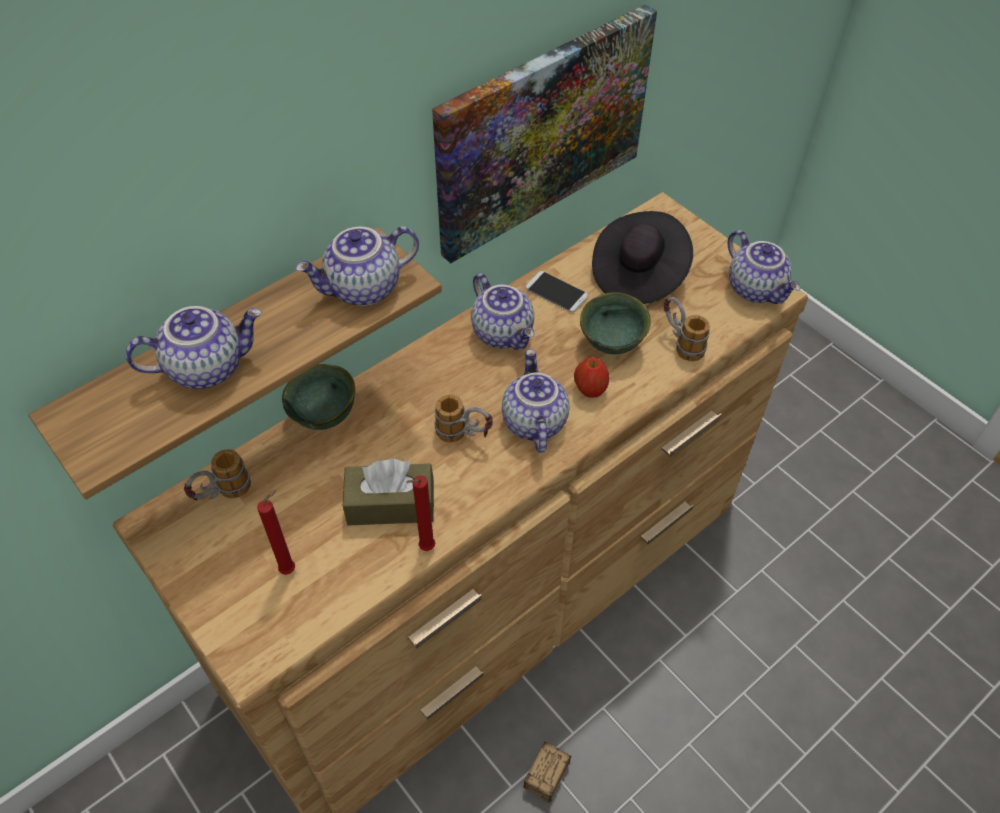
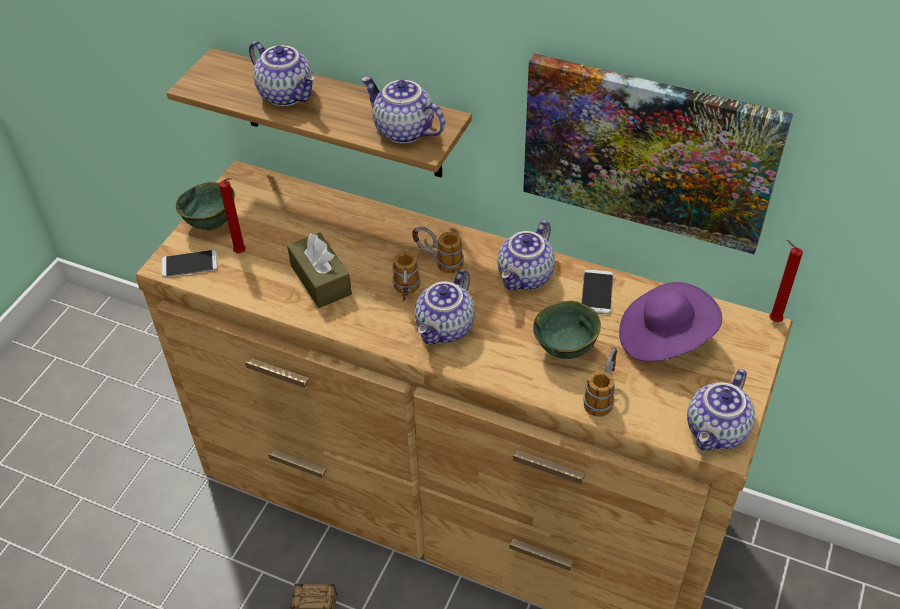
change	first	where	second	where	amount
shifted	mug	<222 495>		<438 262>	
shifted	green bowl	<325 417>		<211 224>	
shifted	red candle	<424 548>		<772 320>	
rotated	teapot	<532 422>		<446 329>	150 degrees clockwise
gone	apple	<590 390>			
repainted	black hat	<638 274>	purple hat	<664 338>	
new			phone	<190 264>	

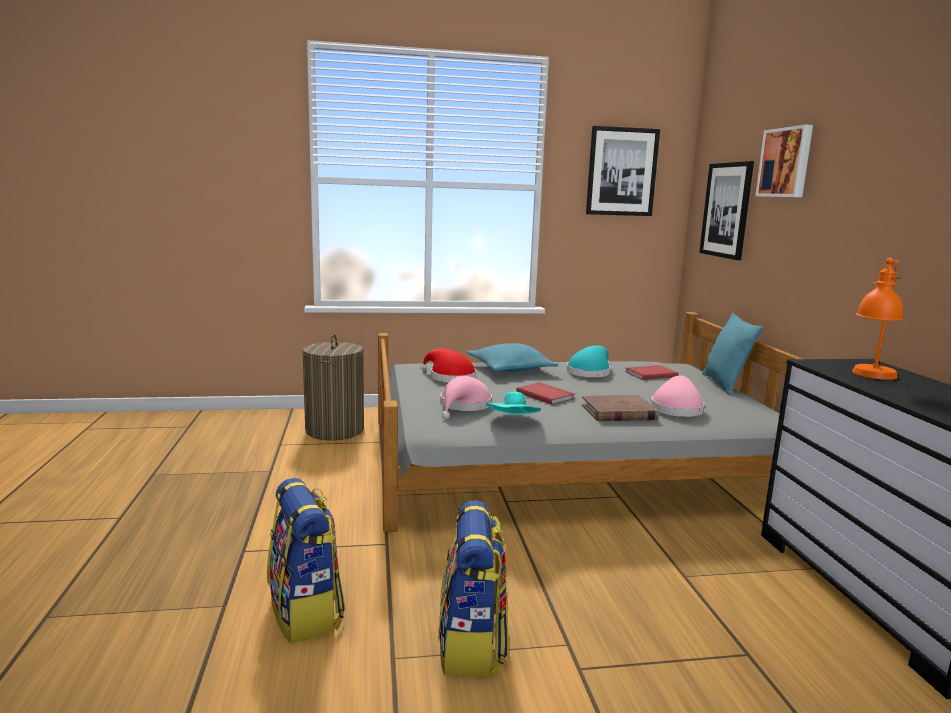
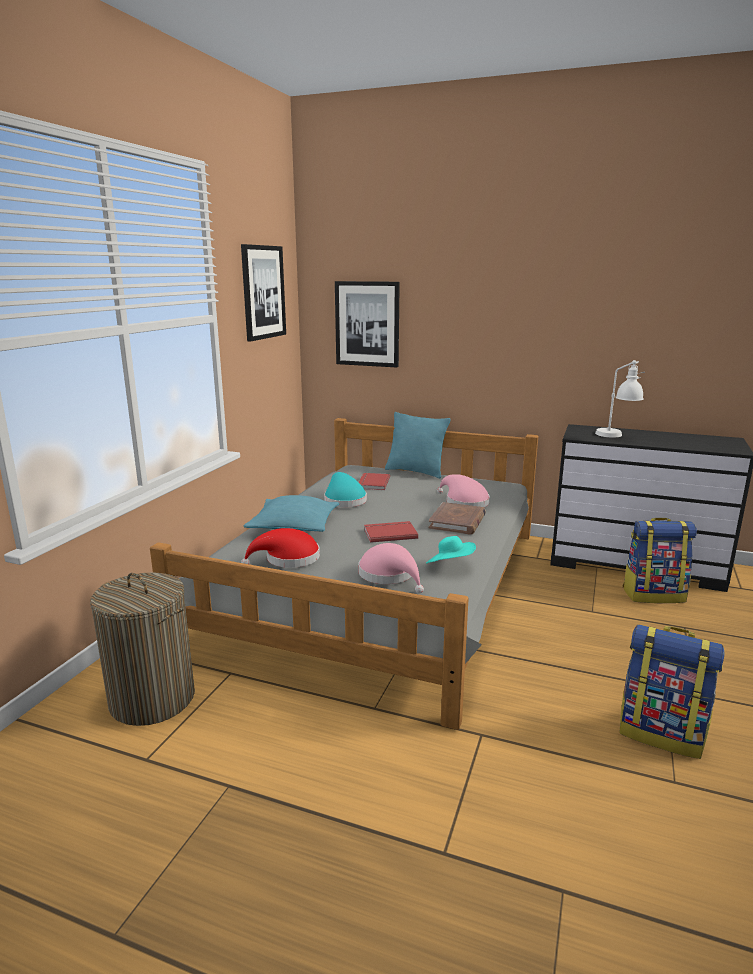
change	first	where	second	where	amount
shifted	backpack	<307 612>		<653 594>	
gone	picture	<786 162>			
repainted	orange table lamp	<871 377>	white table lamp	<616 436>	

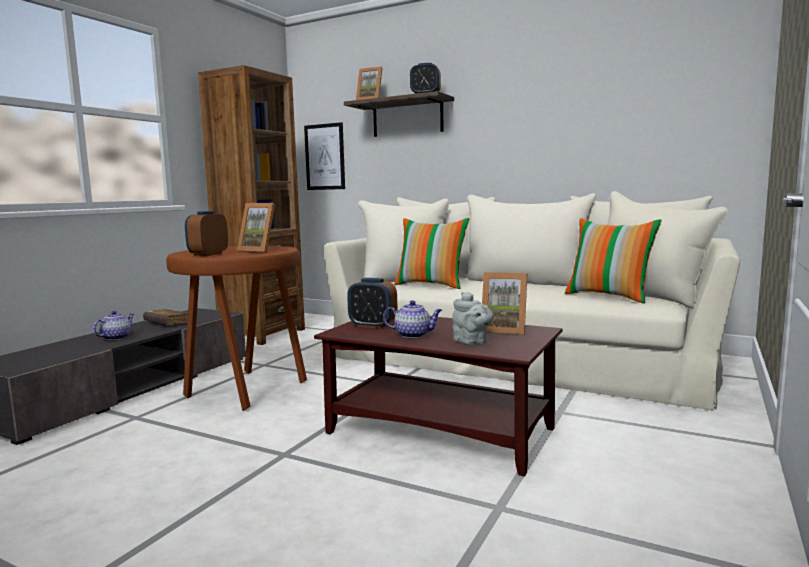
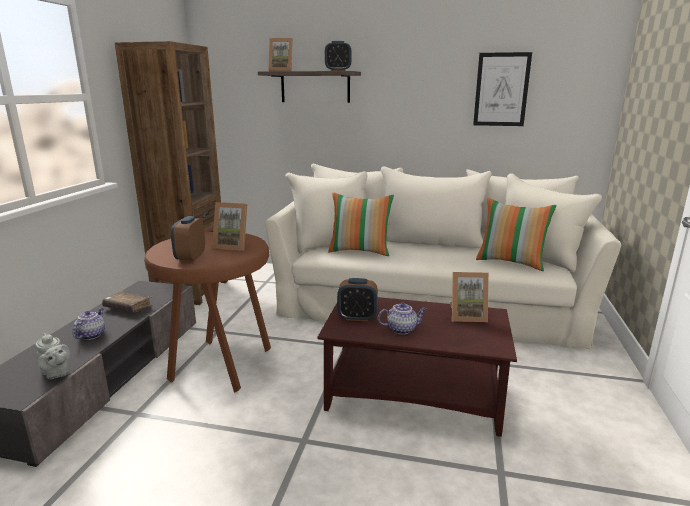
change	first	where	second	where	amount
shifted	picture	<324 157>		<501 89>	
shifted	grey teapot	<471 342>		<56 373>	

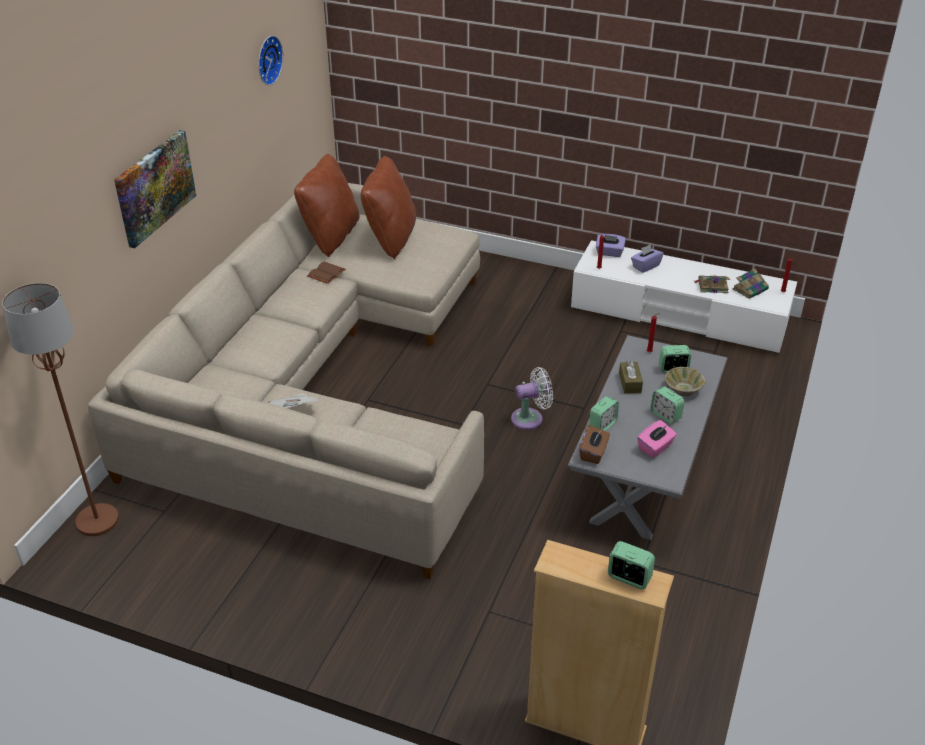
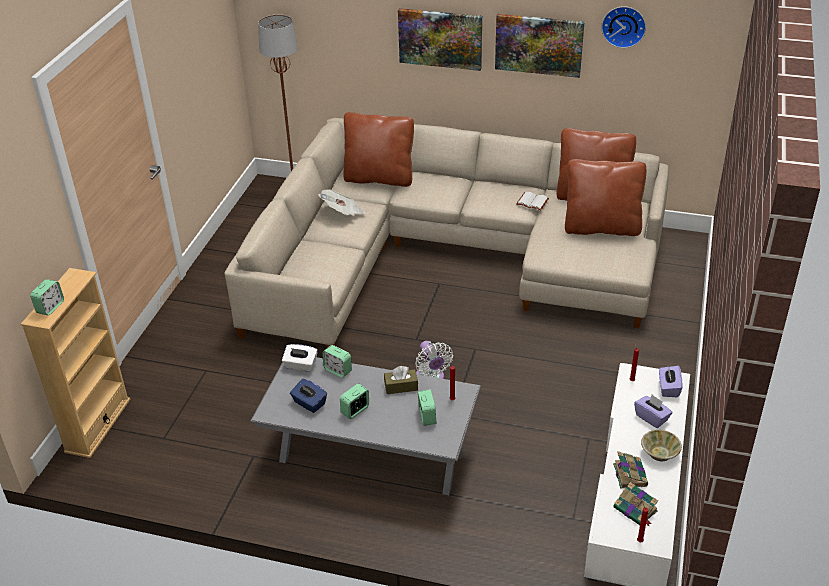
change	first	where	second	where	amount
repainted	brown book	<327 274>	white book	<531 202>	
repainted	brown tissue box	<593 453>	white tissue box	<300 365>	
repainted	pink tissue box	<655 447>	blue tissue box	<309 403>	
shifted	beige bowl	<683 389>		<659 453>	
new			brown pillow	<379 178>	
new			picture	<539 44>	

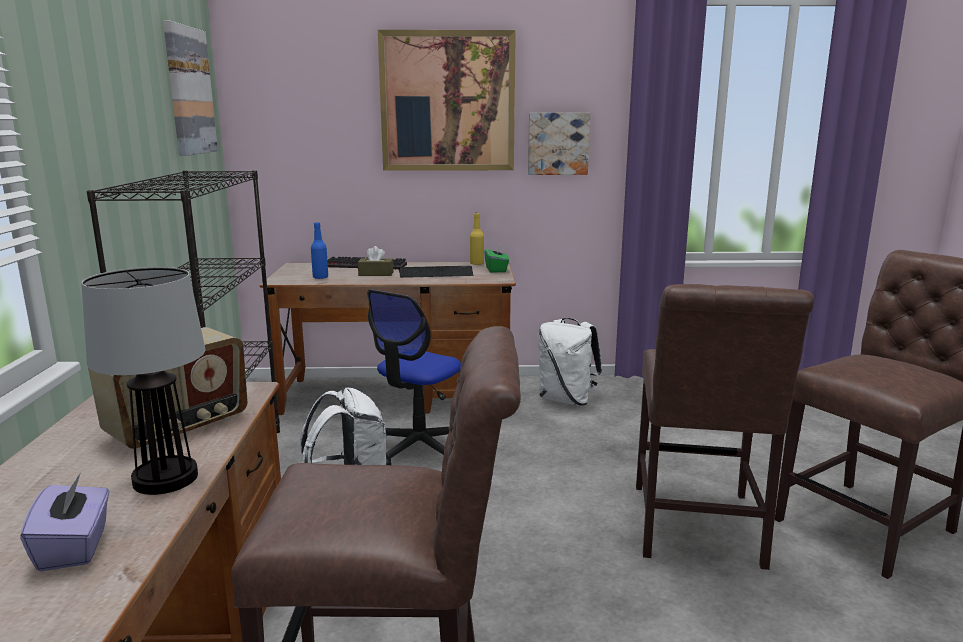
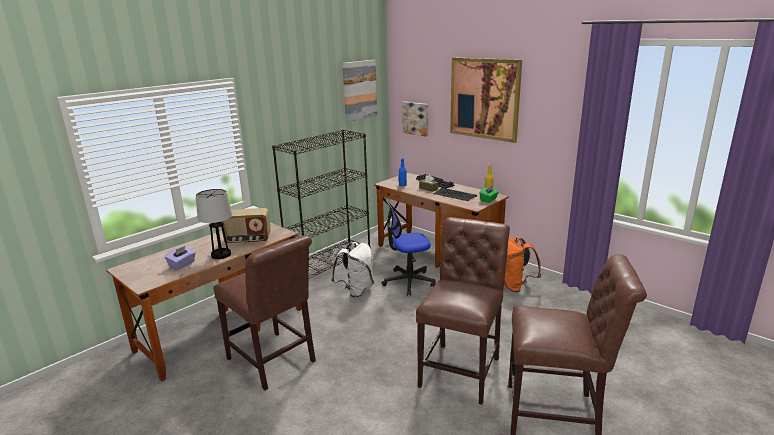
change	first	where	second	where	amount
shifted	picture	<558 143>		<416 118>	
repainted	white backpack	<567 400>	orange backpack	<514 286>	
rotated	brown chair	<696 529>		<462 369>	150 degrees clockwise

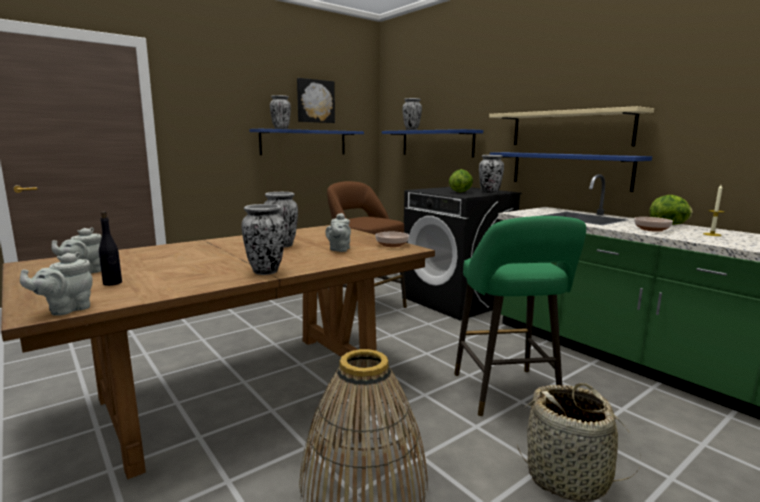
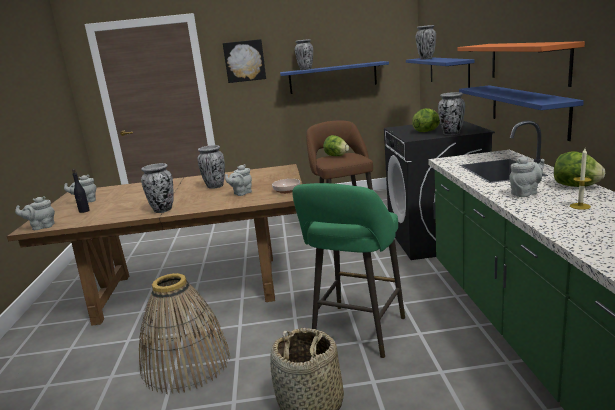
change	first	where	second	where	amount
shifted	picture	<315 101>		<244 61>	
repainted	beige shelf	<570 128>	orange shelf	<527 62>	
swapped	bowl	<651 229>	grey teapot	<525 193>	
new			lettuce	<336 156>	

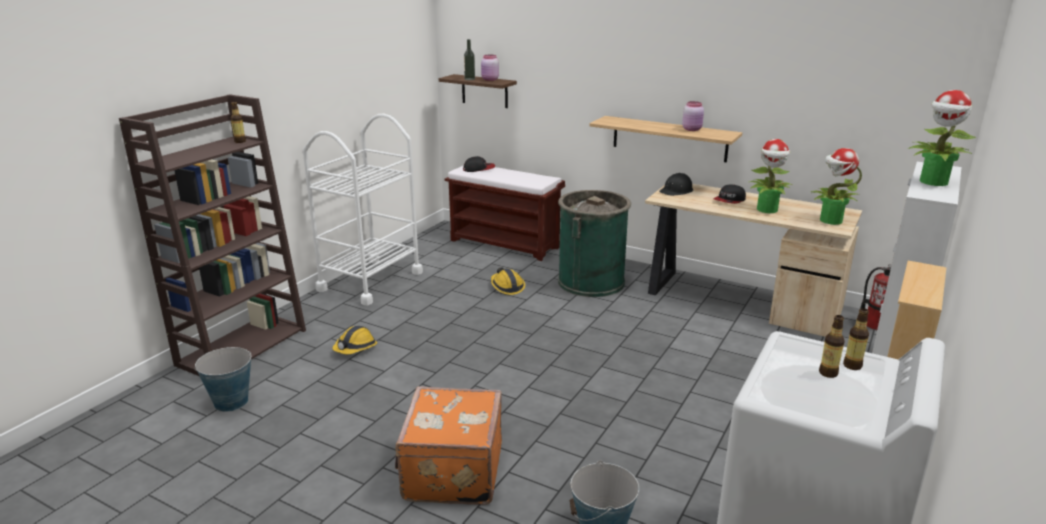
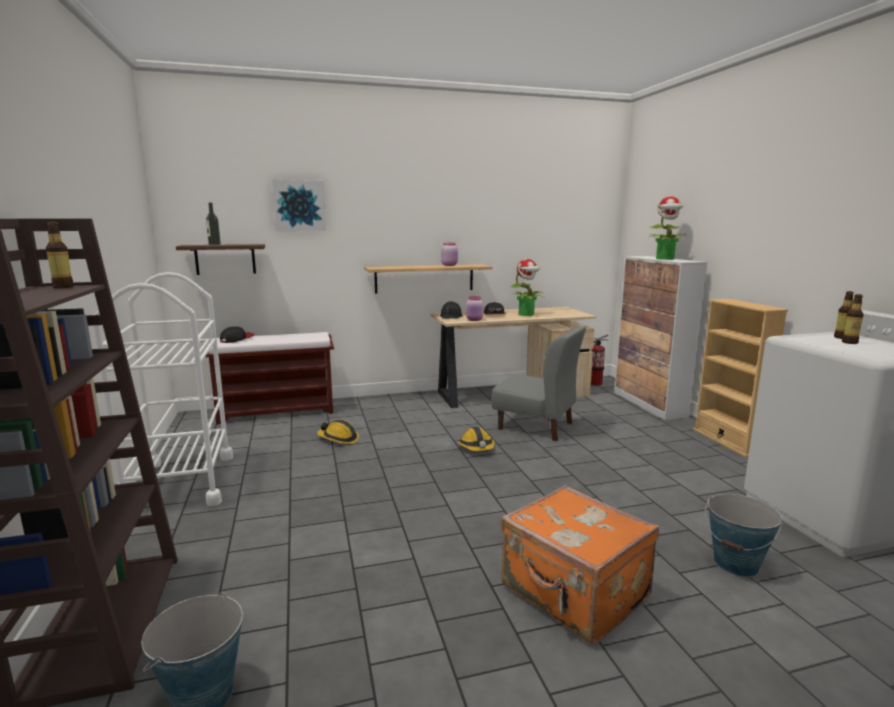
change	first	where	second	where	amount
shifted	hard hat	<355 348>		<476 448>	
shifted	pink jar	<490 80>		<474 320>	
gone	green trash can	<591 282>			
gone	potted plant	<830 220>			
new			picture	<299 206>	
new			grey chair	<536 426>	

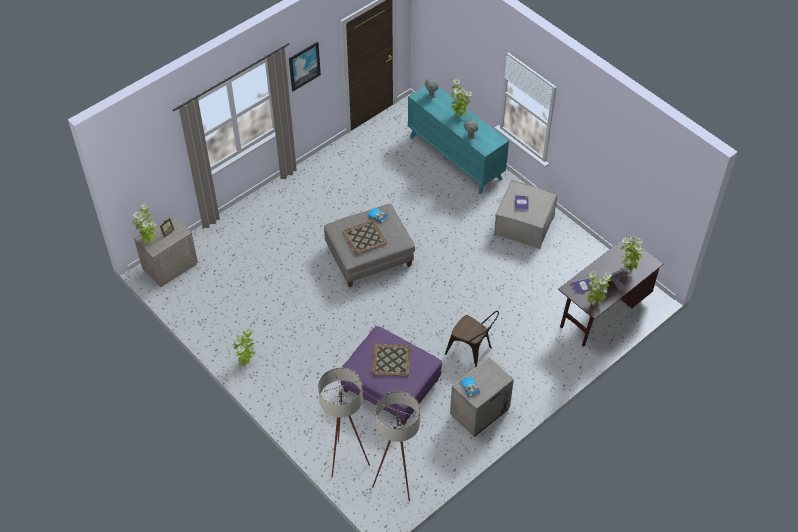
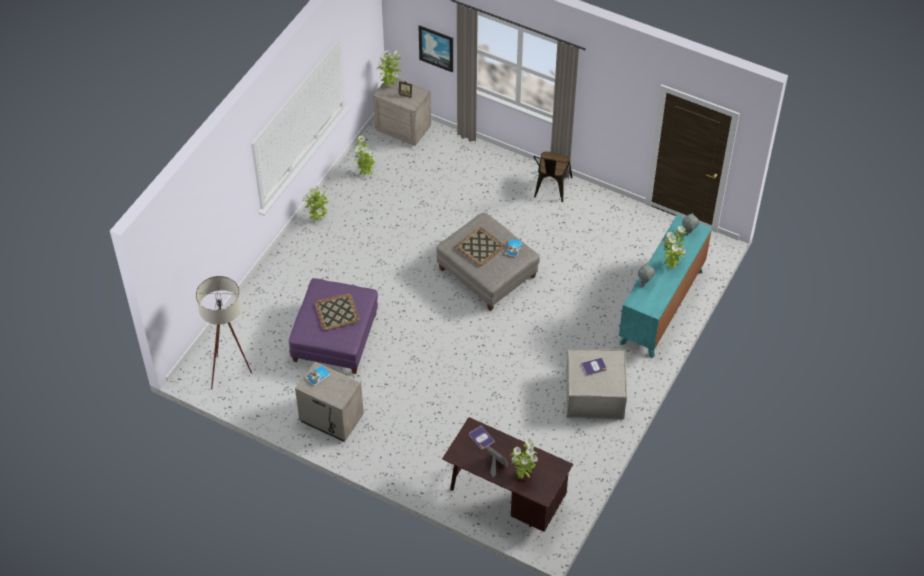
change	first	where	second	where	amount
shifted	picture	<304 66>		<436 48>	
gone	beige floor lamp	<345 456>			
shifted	brown chair	<472 351>		<551 189>	
shifted	potted plant	<594 303>		<365 174>	

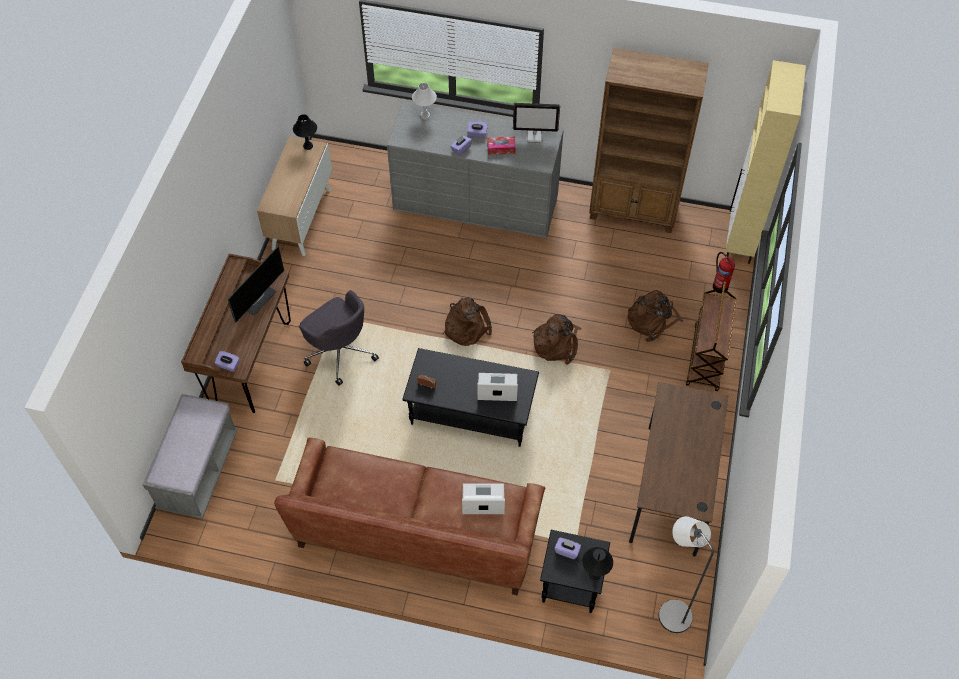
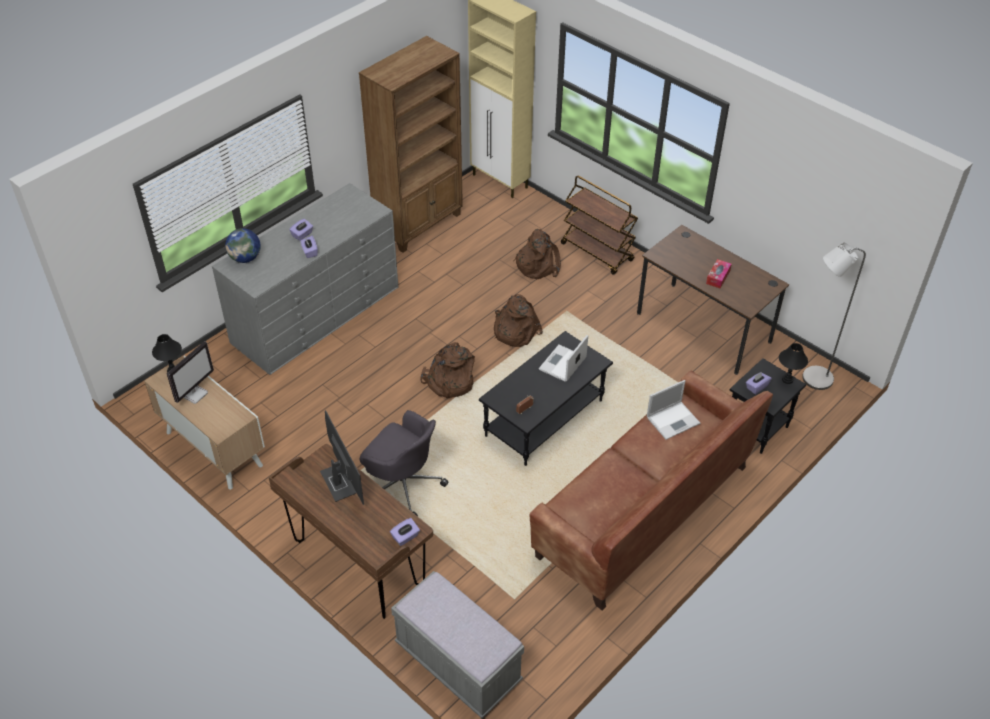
change	first	where	second	where	amount
rotated	grey office chair	<340 351>		<403 485>	45 degrees clockwise
swapped	white table lamp	<425 115>	globe	<245 258>	
rotated	laptop	<482 499>		<673 420>	150 degrees counterclockwise
shifted	tissue box	<501 148>		<718 277>	
shifted	monitor	<534 136>		<195 394>	
gone	fire extinguisher	<720 285>			

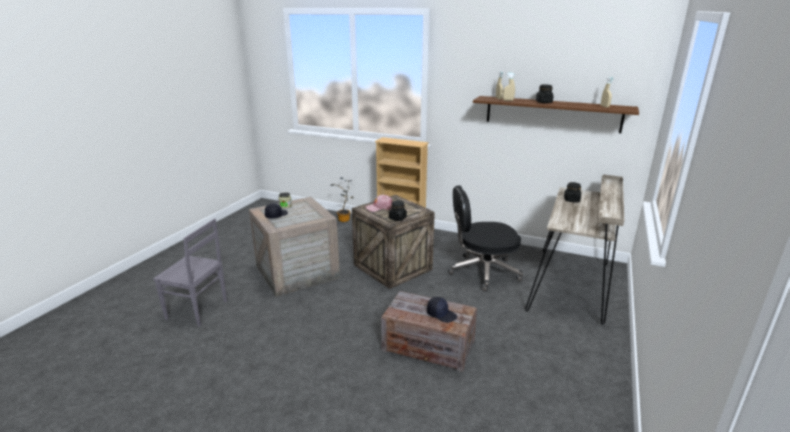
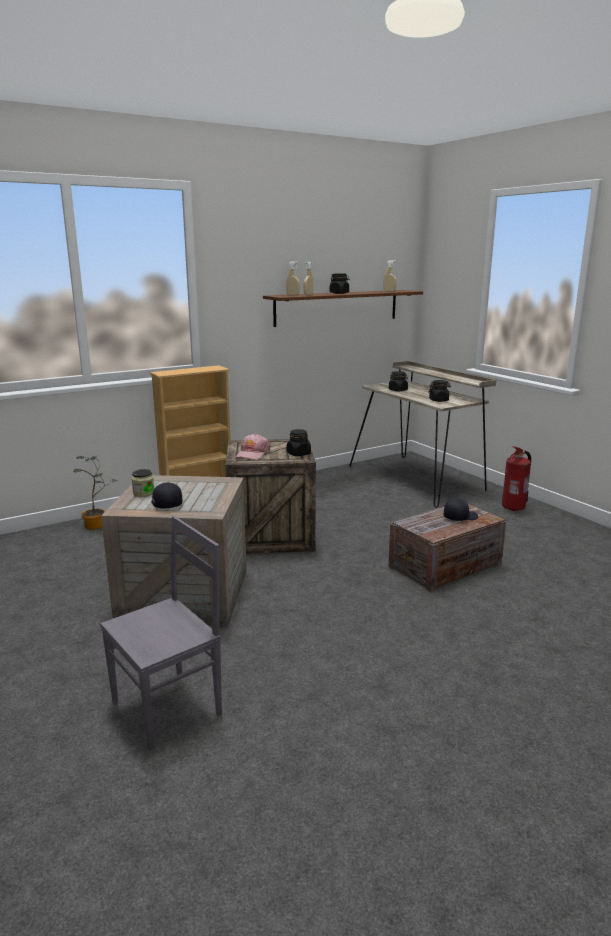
change	first	where	second	where	amount
gone	black office chair	<483 272>			
new			black jar	<439 400>	
new			fire extinguisher	<514 507>	

